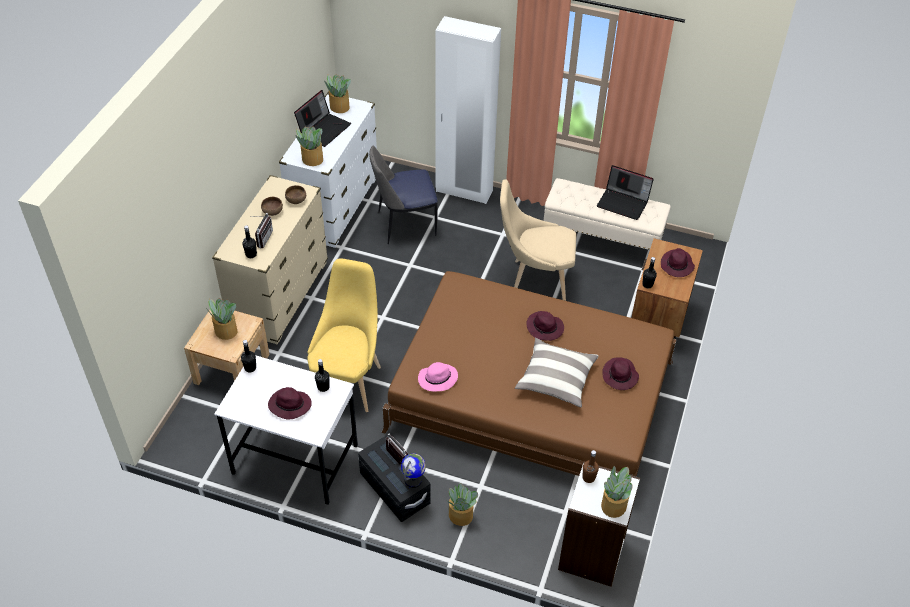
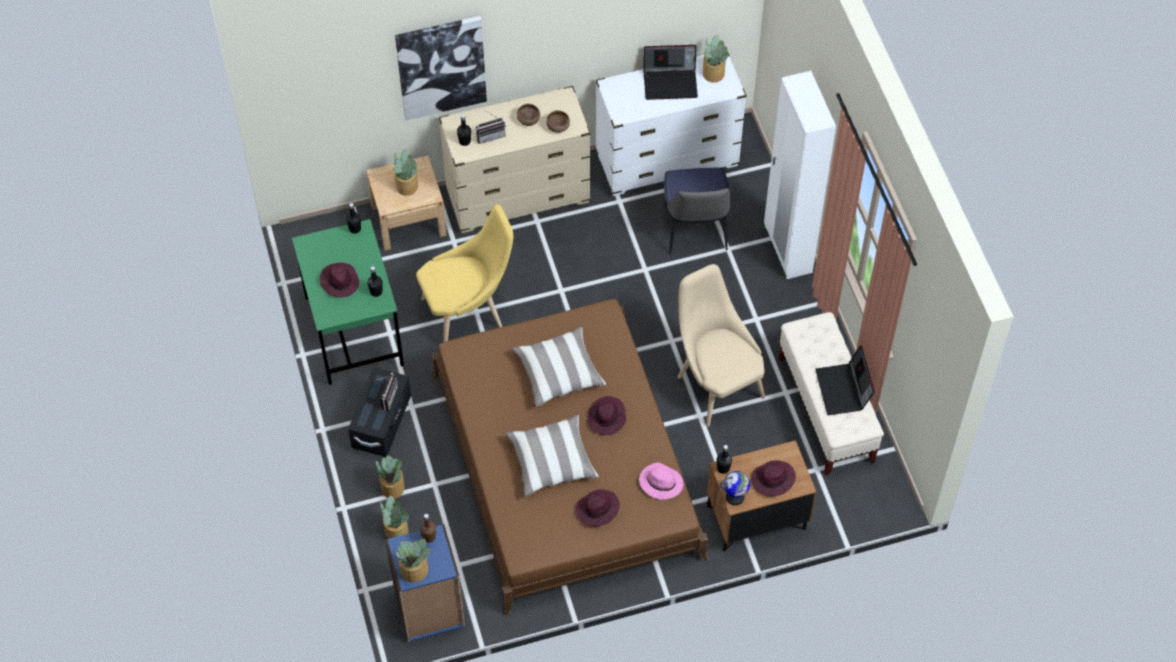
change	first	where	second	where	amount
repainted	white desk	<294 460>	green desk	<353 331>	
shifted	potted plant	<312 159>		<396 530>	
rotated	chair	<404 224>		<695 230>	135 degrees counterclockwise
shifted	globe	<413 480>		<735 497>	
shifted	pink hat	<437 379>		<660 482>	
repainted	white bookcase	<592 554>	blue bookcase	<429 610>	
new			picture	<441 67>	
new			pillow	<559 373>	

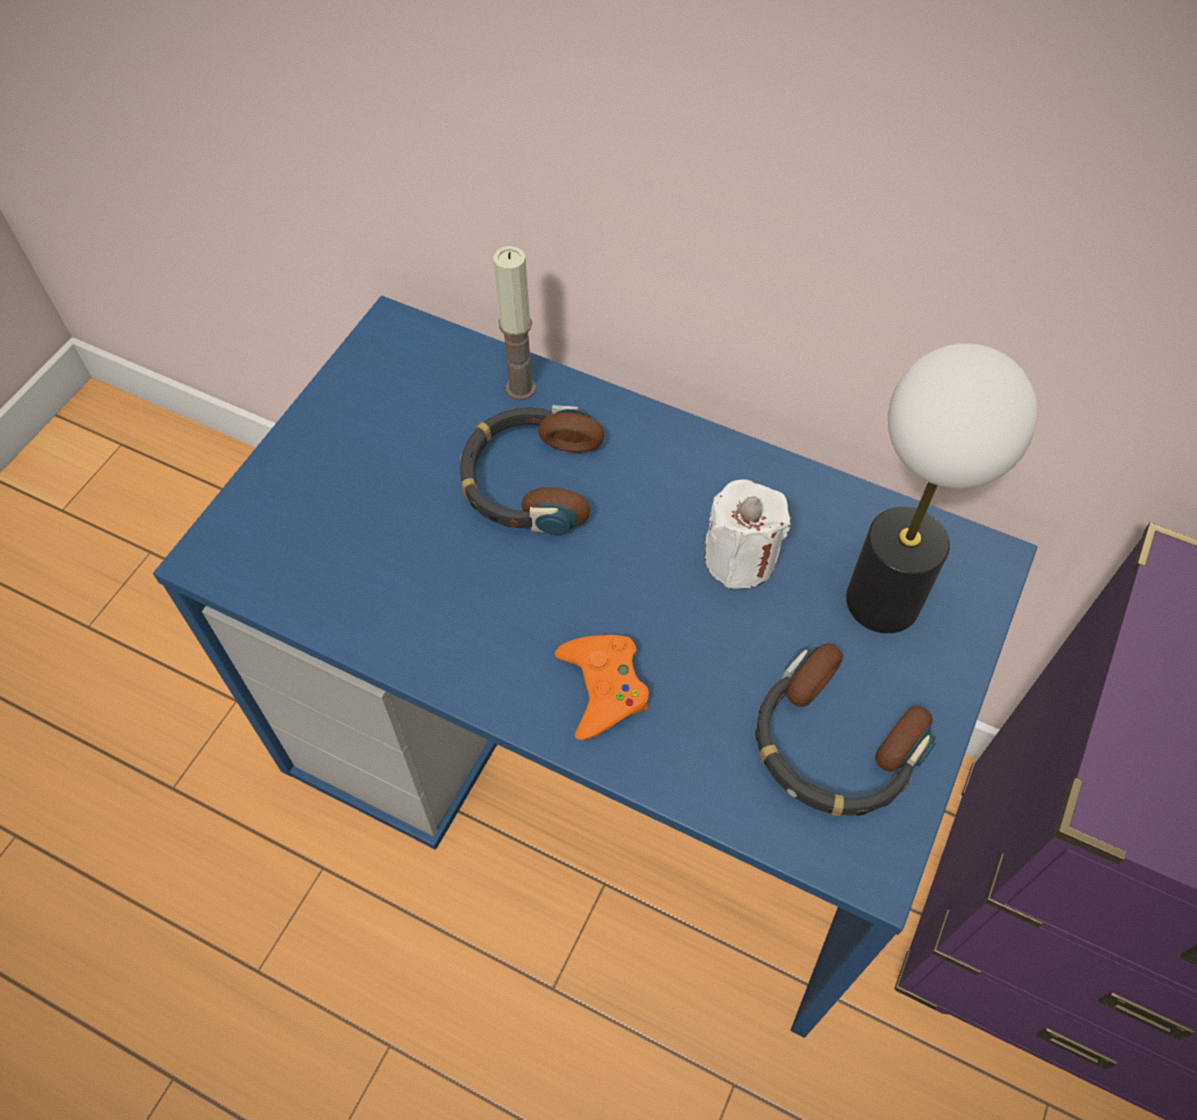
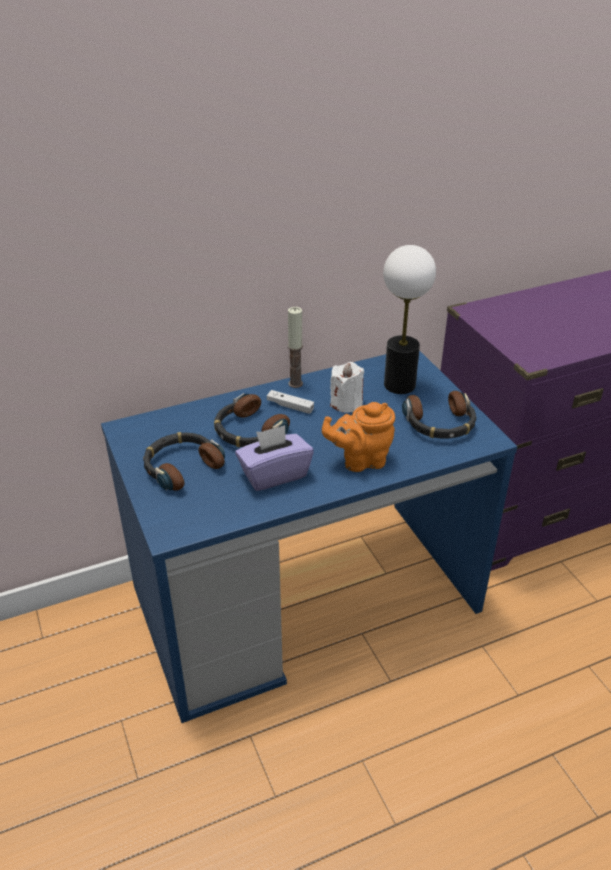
change	first	where	second	where	amount
shifted	candle	<520 388>		<295 383>	
swapped	orange game controller	<603 688>	orange teapot	<360 460>	
new			headphones	<181 466>	
new			purple tissue box	<274 474>	
new			white game controller	<290 406>	

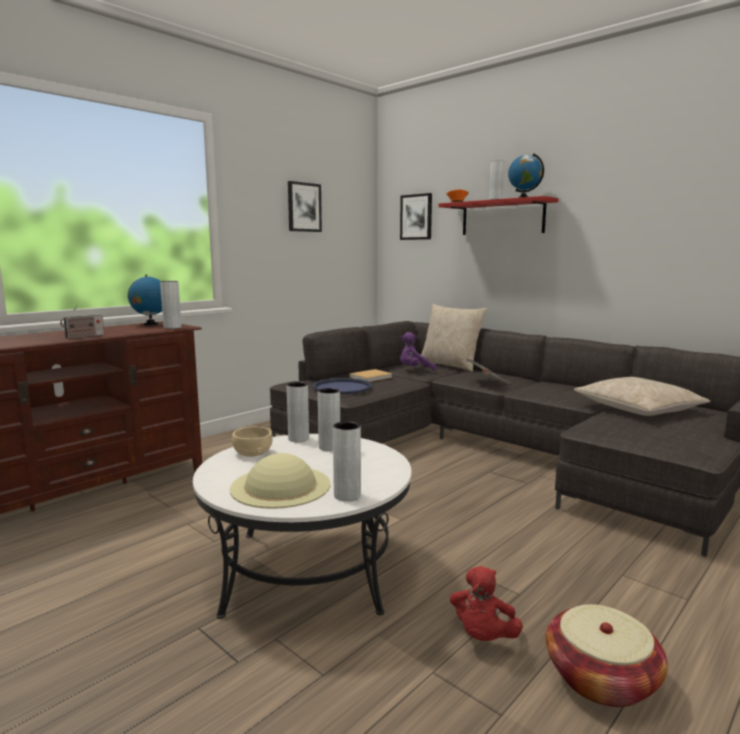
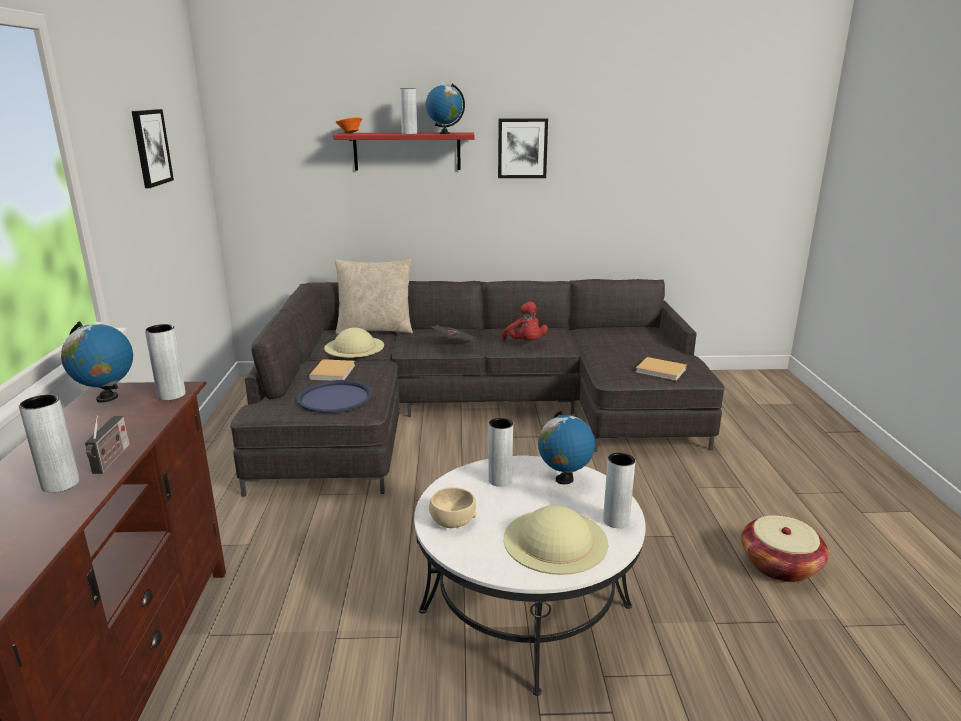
change	first	where	second	where	amount
shifted	grey vase	<298 439>		<60 484>	
shifted	picture	<416 217>		<522 148>	
swapped	purple plush toy	<414 370>	beige hat	<354 347>	
shifted	red plush toy	<483 636>		<525 343>	
gone	beige pillow	<638 408>			
new			globe	<564 480>	
new			beige book	<662 371>	

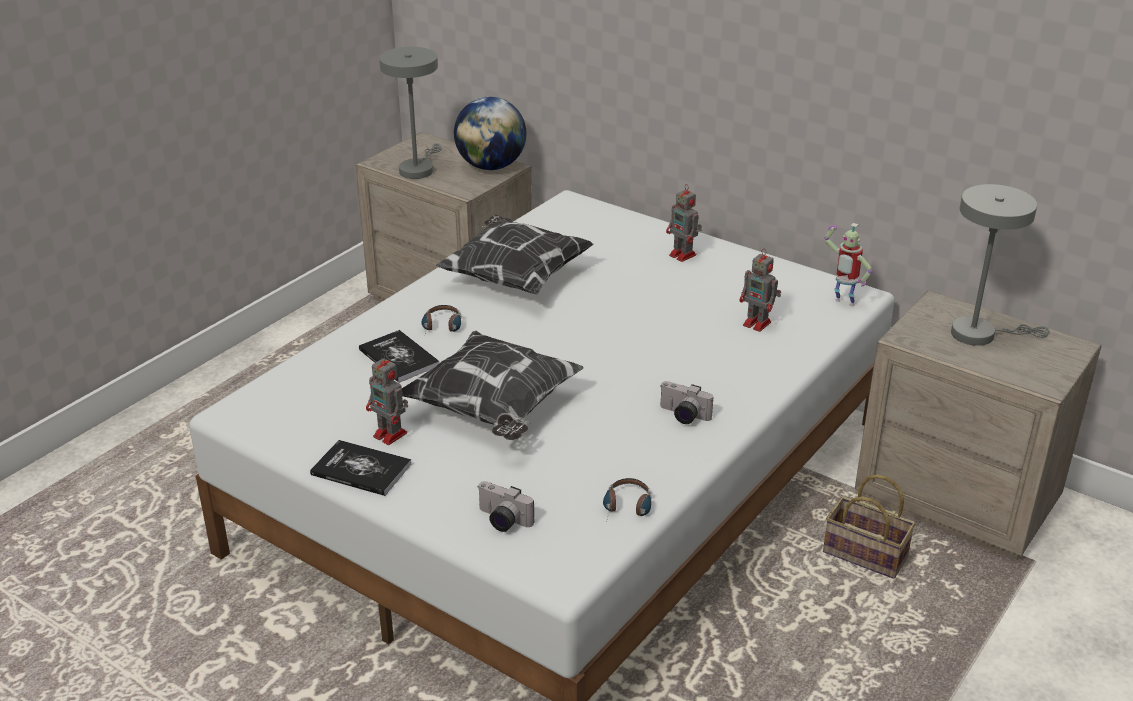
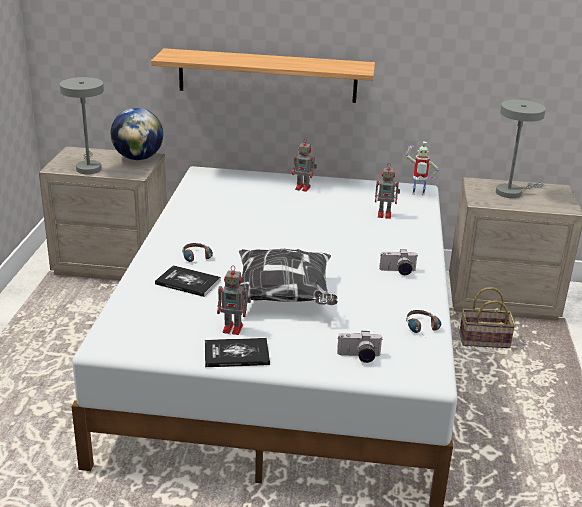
change	first	where	second	where	amount
gone	pillow	<515 277>			
new			shelf	<267 75>	

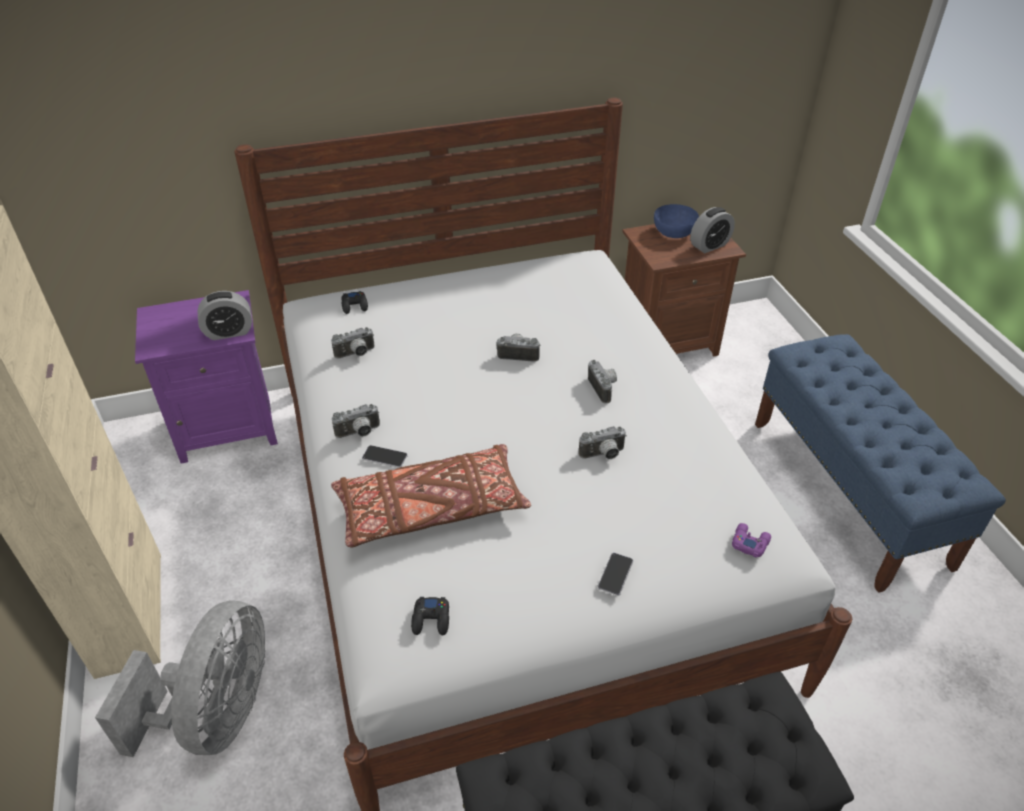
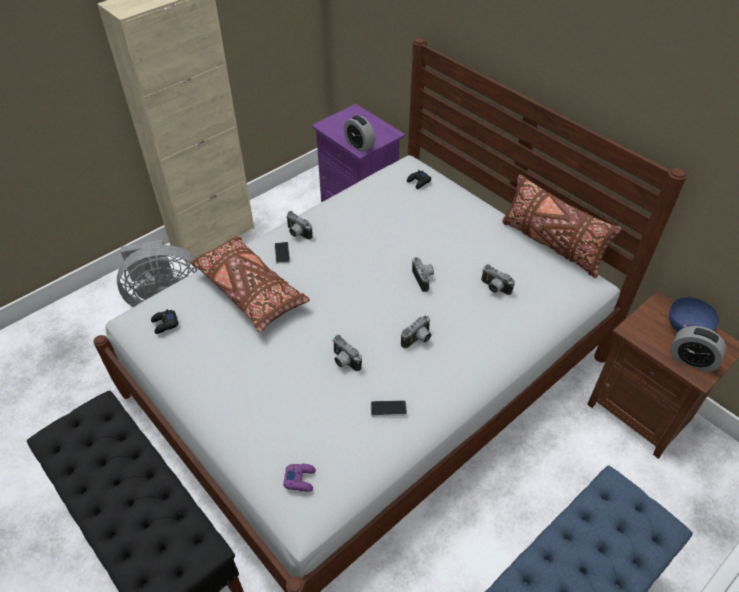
change	first	where	second	where	amount
shifted	photo camera	<356 354>		<494 288>	
shifted	phone	<615 574>		<388 409>	
new			brown pillow	<551 245>	

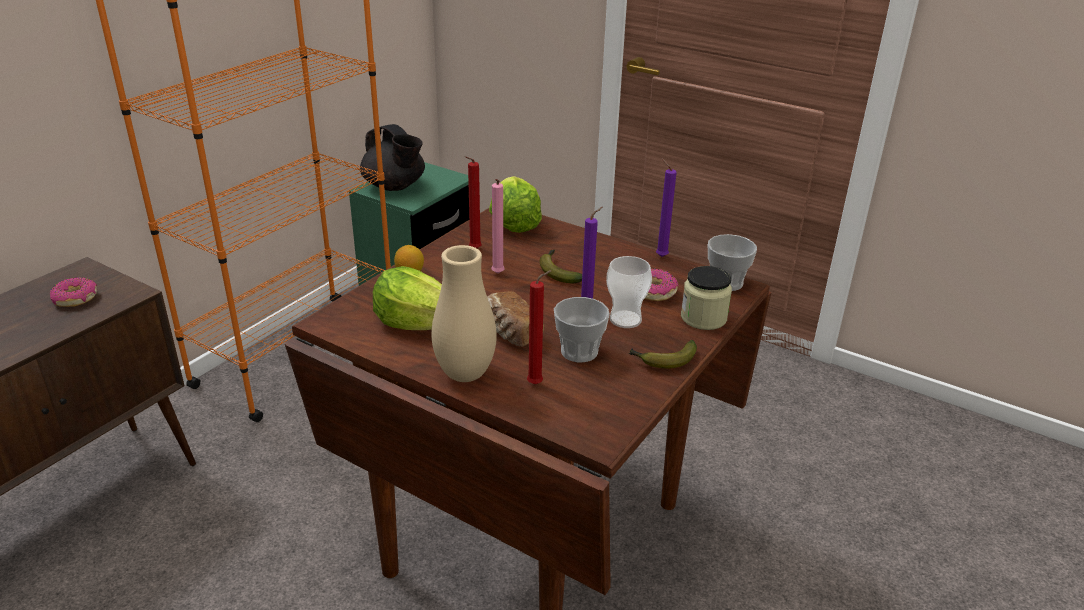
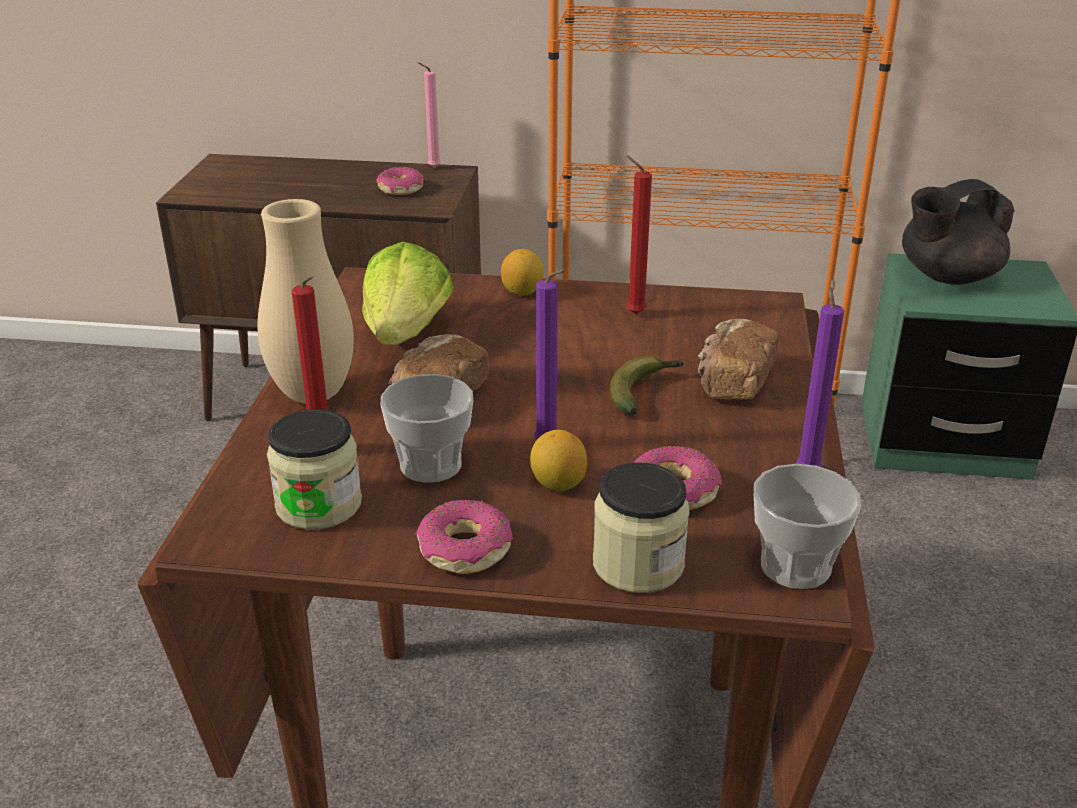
change	first	where	second	where	amount
rotated	black teapot	<394 186>		<946 276>	45 degrees clockwise
gone	lettuce	<514 222>			
shifted	pink candle	<497 274>		<432 168>	
swapped	cup	<625 319>	lemon	<558 484>	
swapped	banana	<663 360>	donut	<464 549>	
new			jar	<319 505>	
new			bread	<733 381>	

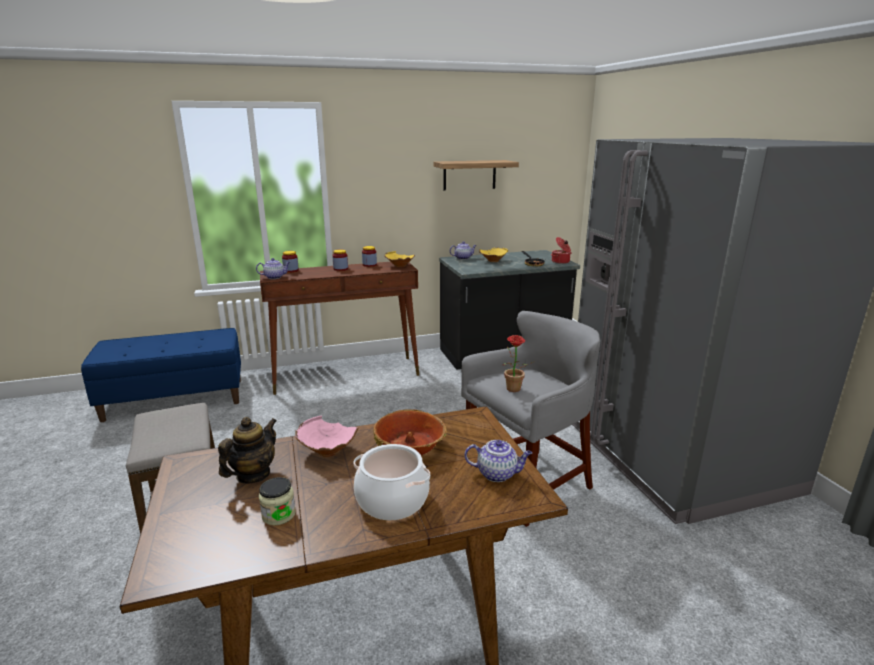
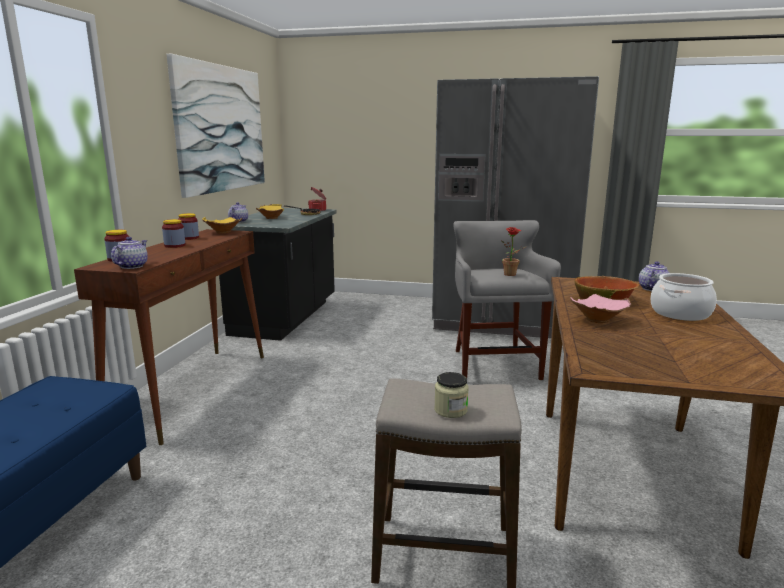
change	first	where	second	where	amount
gone	teapot	<253 475>			
shifted	jar	<278 514>		<450 410>	
swapped	shelf	<469 175>	picture	<221 128>	

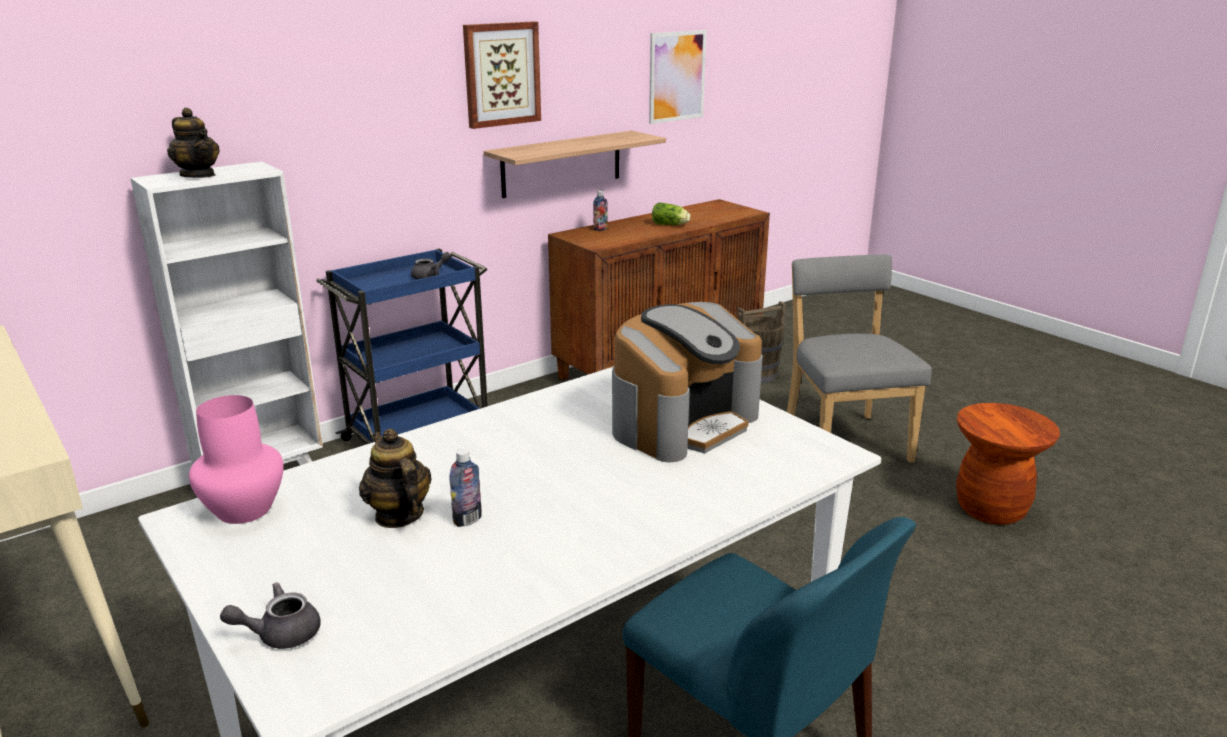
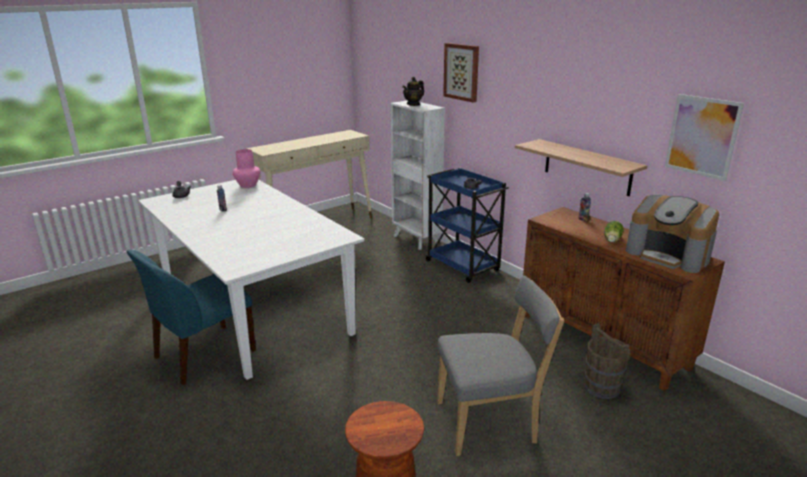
change	first	where	second	where	amount
gone	teapot	<398 515>			
shifted	picture	<501 74>		<462 72>	
shifted	coffee machine	<683 423>		<668 255>	

